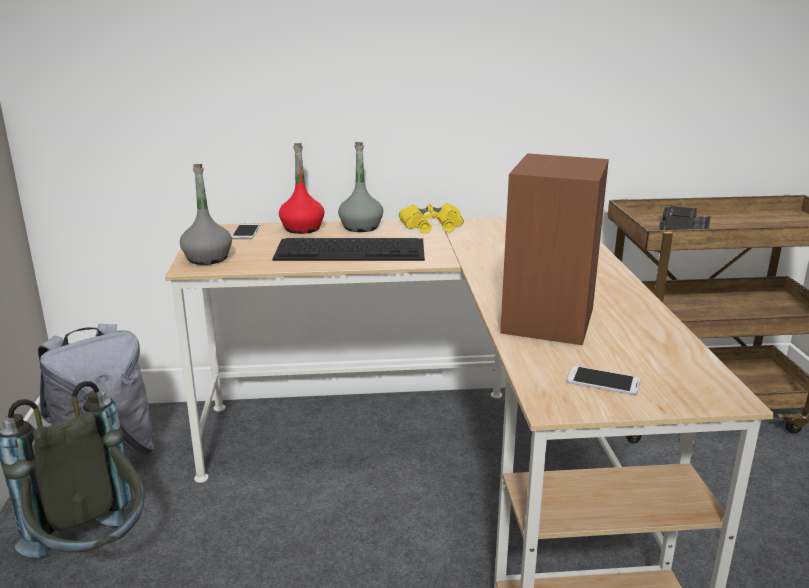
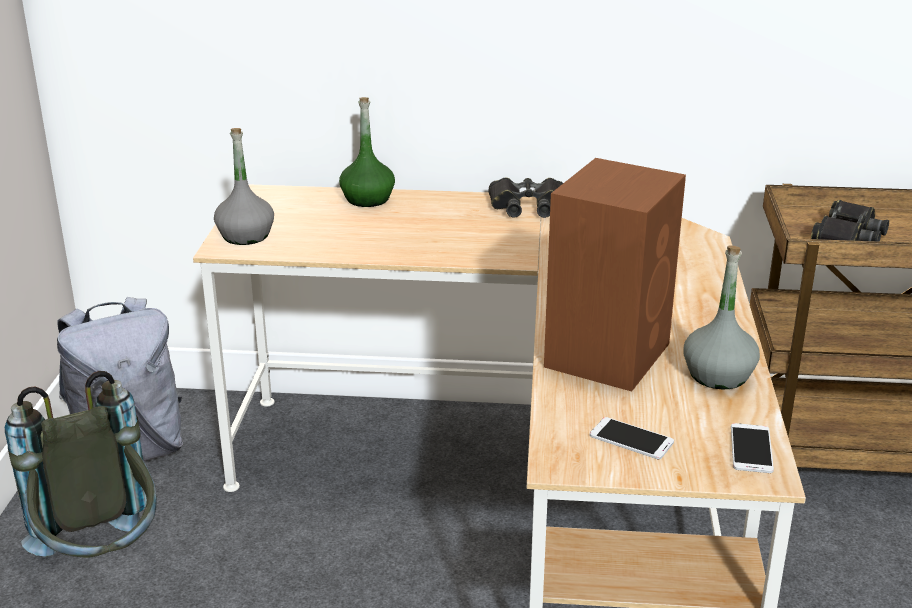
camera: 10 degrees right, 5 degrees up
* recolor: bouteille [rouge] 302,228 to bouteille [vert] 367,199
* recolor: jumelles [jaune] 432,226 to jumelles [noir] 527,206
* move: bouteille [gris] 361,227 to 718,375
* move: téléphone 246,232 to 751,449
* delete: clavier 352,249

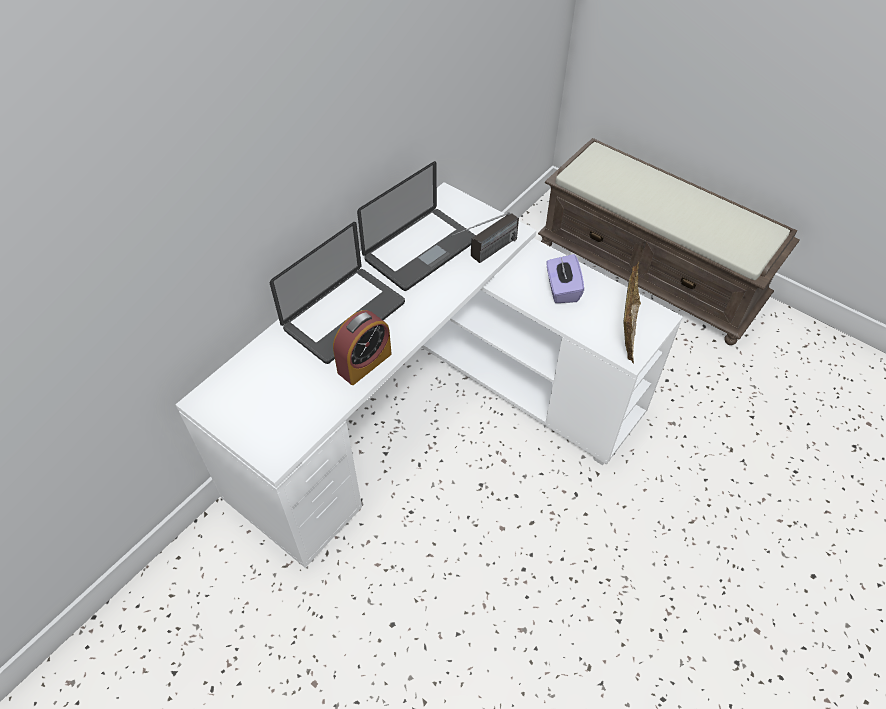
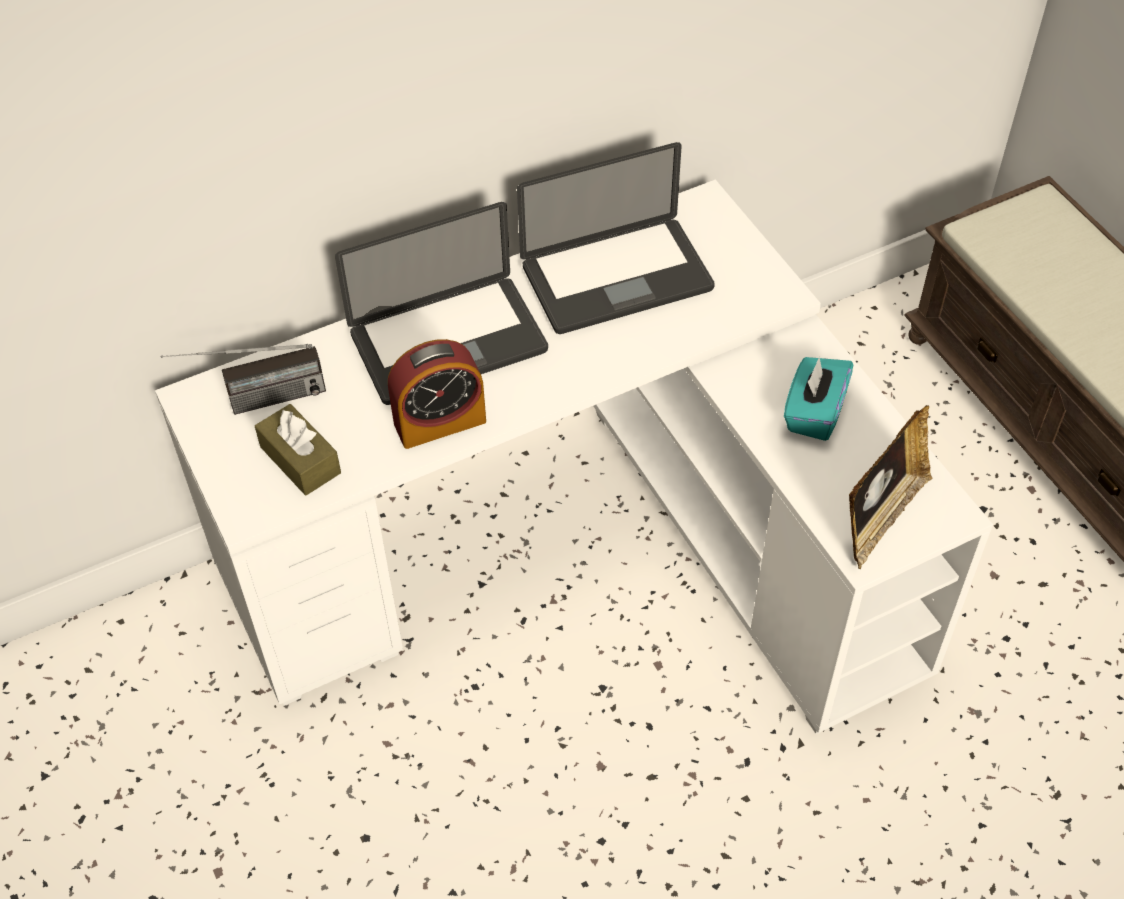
camera: 25 degrees right, 0 degrees up
* move: radio 484,255 to 253,403
* insert: boîte à mouchoirs [marron] 300,460
* recolor: boîte à mouchoirs [violet] 562,289 to boîte à mouchoirs [turquoise] 814,413

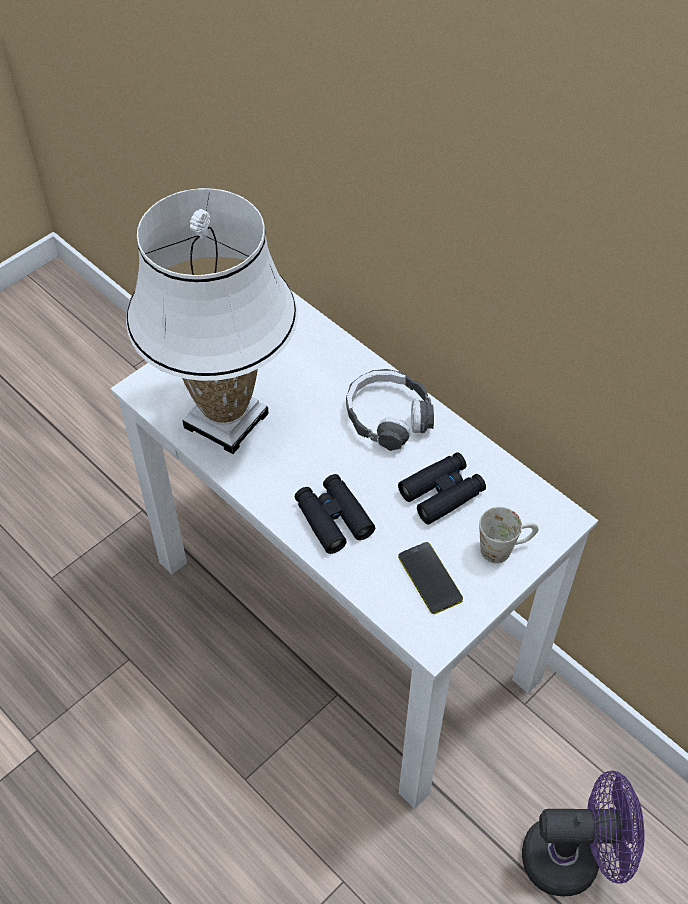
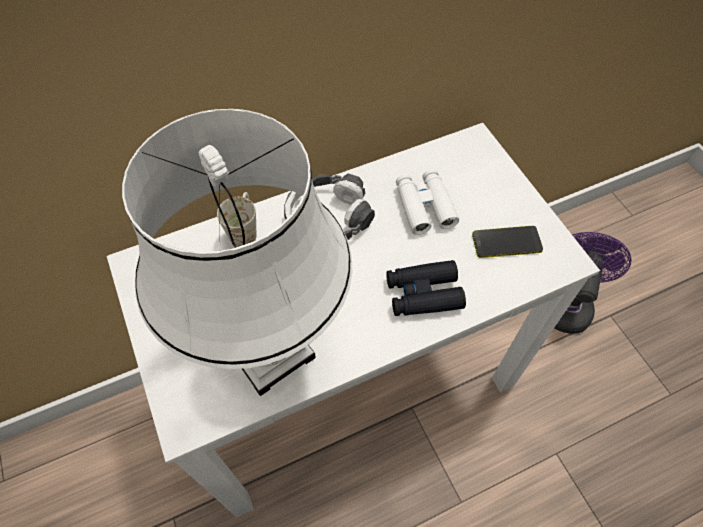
camera: 70 degrees left, 5 degrees up
* move: mug [blanc] 505,548 to 244,230
* recolor: jumelles [noir] 442,493 to jumelles [blanc] 424,206

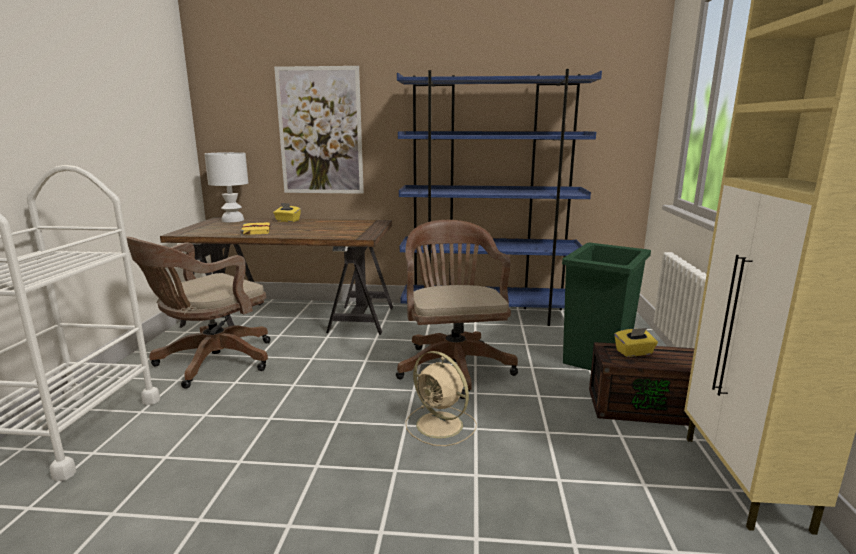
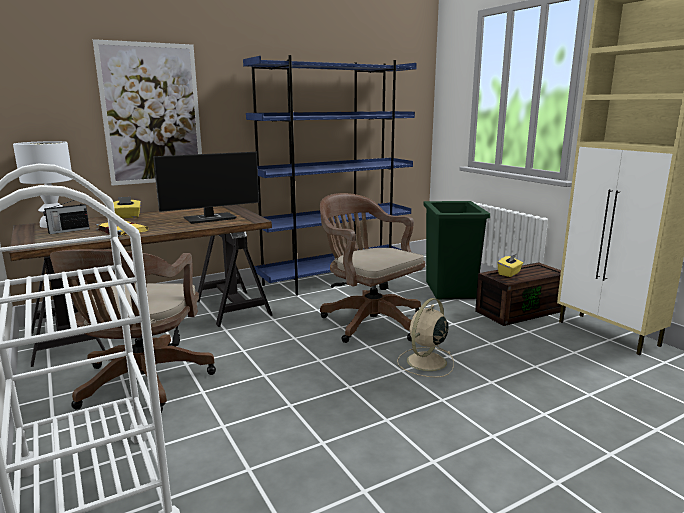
camera: 35 degrees left, 0 degrees up
* insert: radio 68,231
* insert: écran d'ordinateur 211,218
* rotate: ventilateur [beige] 441,426 = 425,362 120 degrees clockwise

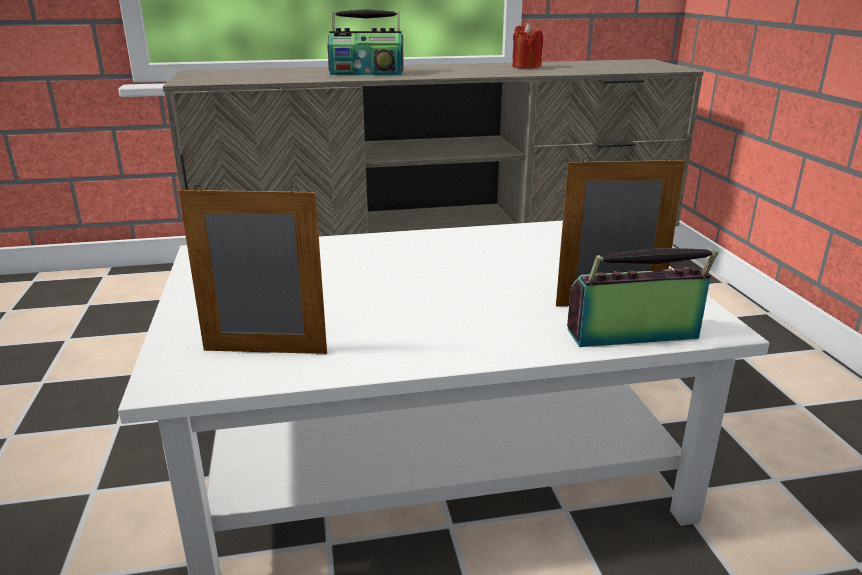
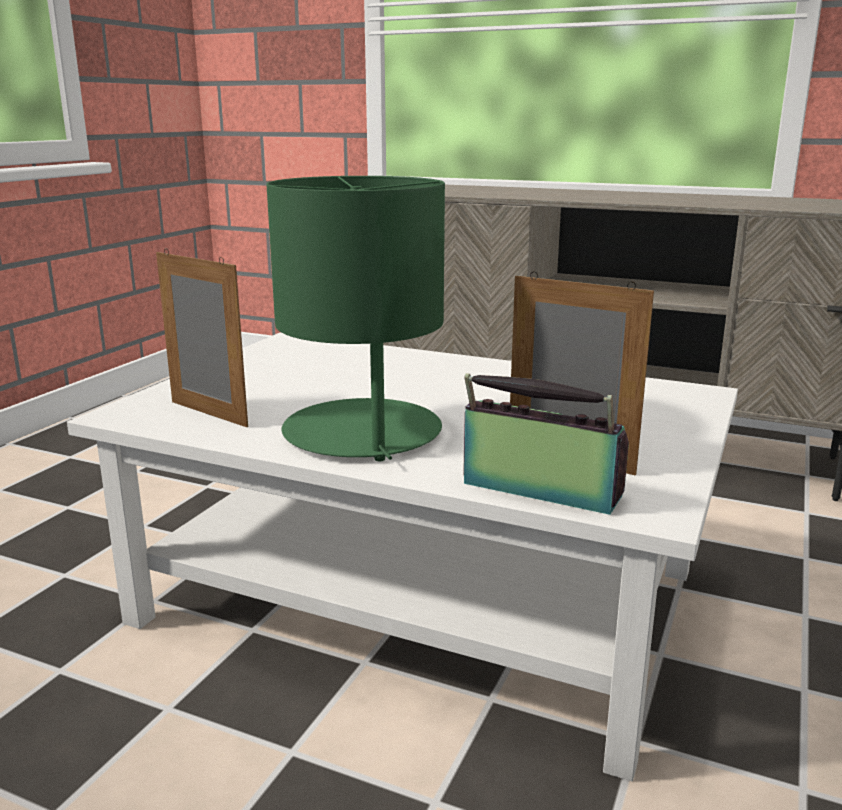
camera: 35 degrees right, 5 degrees down
* insert: lampe de table [vert] 362,433
* delete: radio 367,73
* delete: bougie [rouge] 526,67

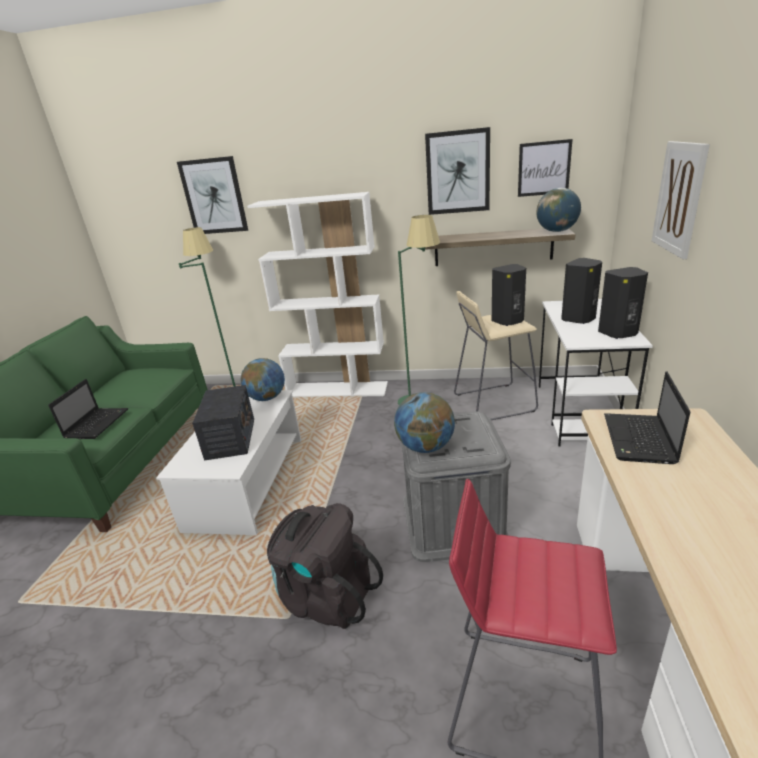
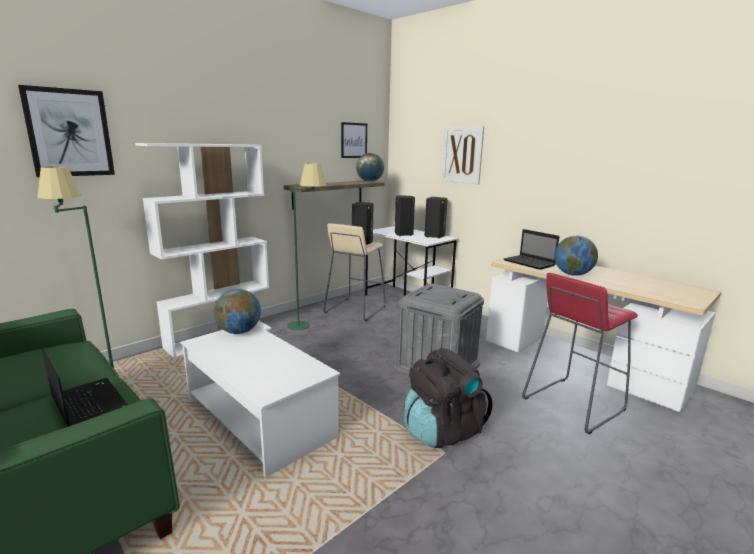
camera: 55 degrees left, 10 degrees down
* move: globe 425,447 to 572,274
* delete: radio 230,439
* delete: tableau 458,172

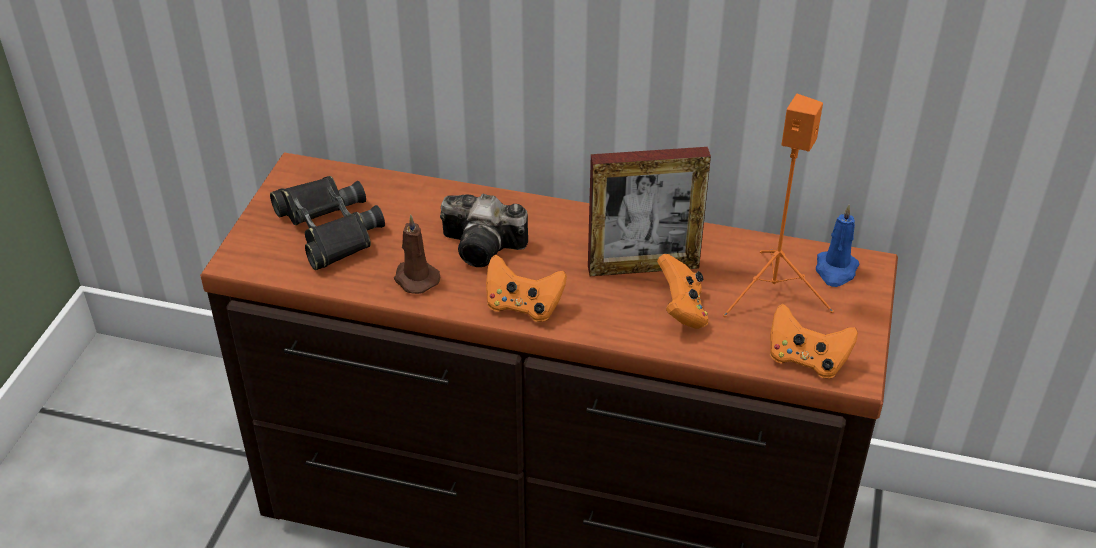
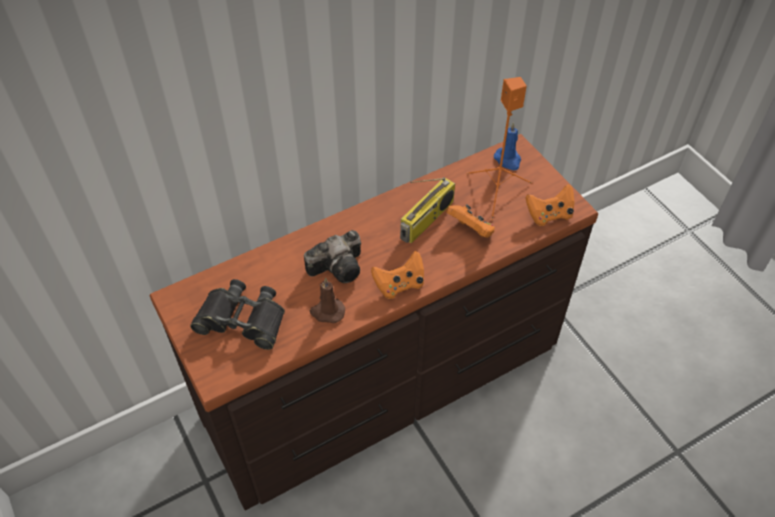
camera: 45 degrees left, 10 degrees up
* replace: cadre photo 643,267 to radio 427,220

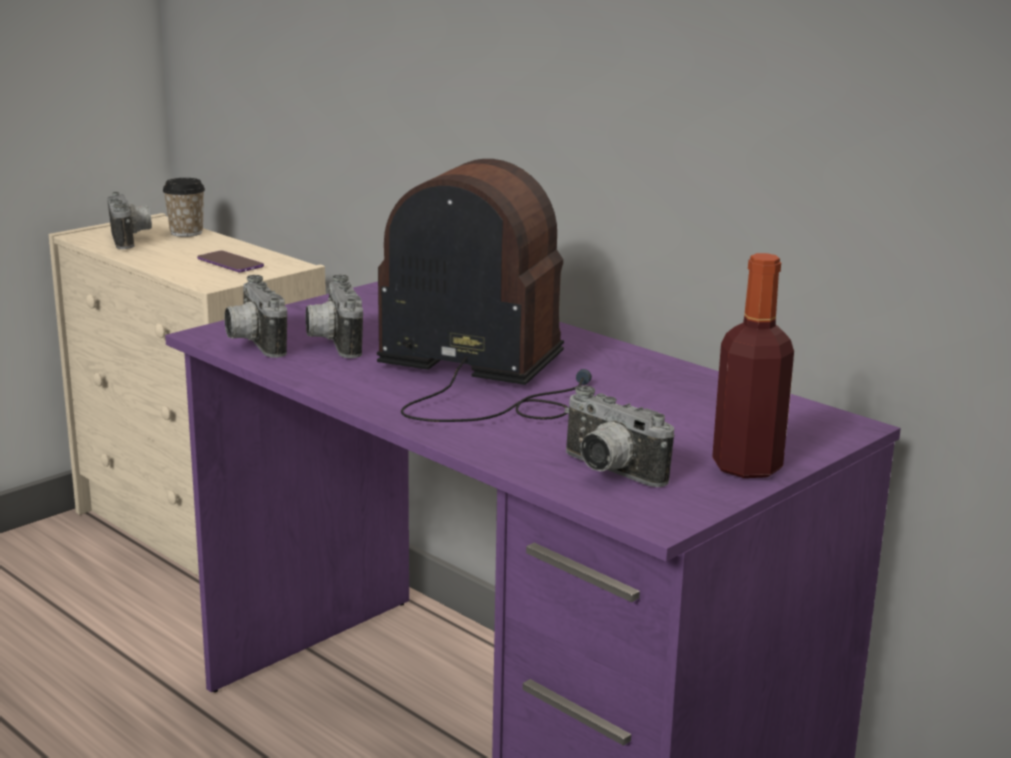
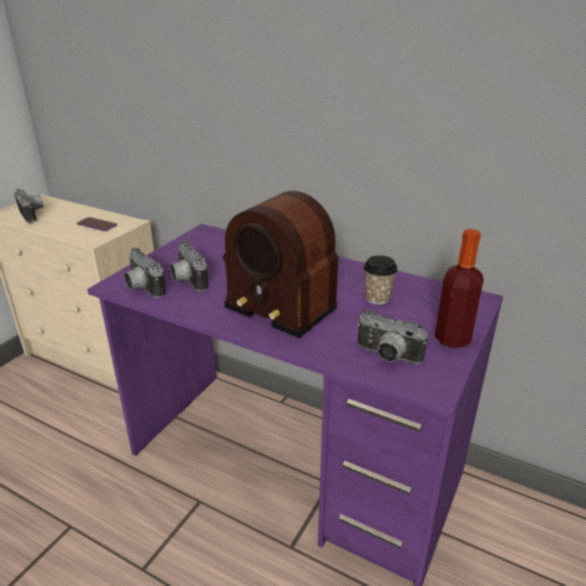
camera: 15 degrees left, 10 degrees up
* rotate: radio 482,378 = 281,295 150 degrees counterclockwise
* move: tasse 186,232 to 377,298

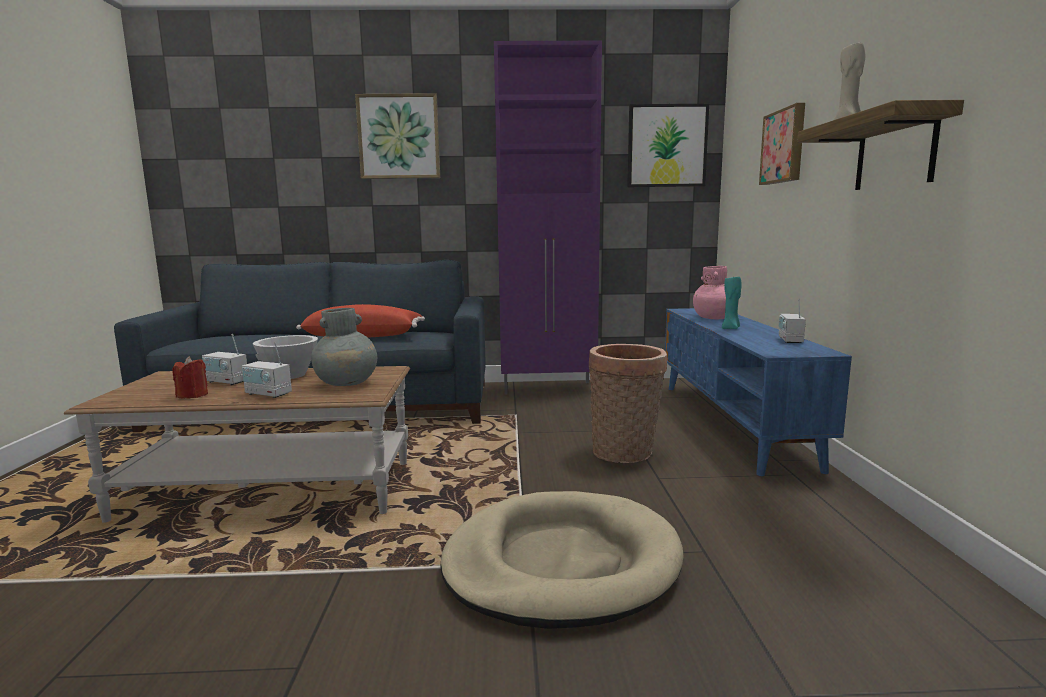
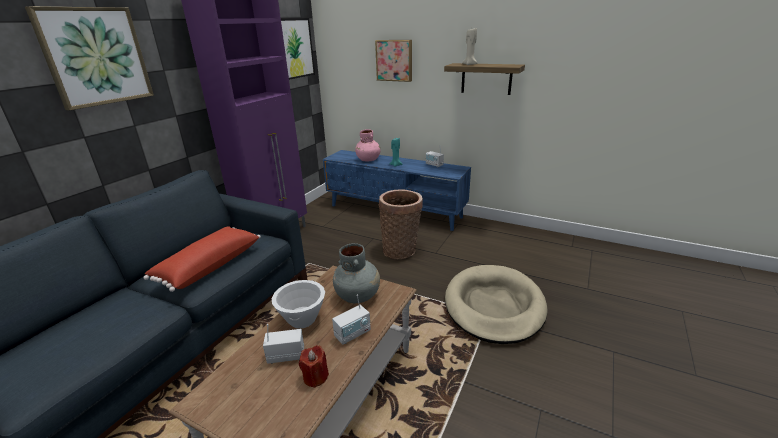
camera: 60 degrees left, 15 degrees up
* rotate: radio 226,382 = 286,355 150 degrees counterclockwise

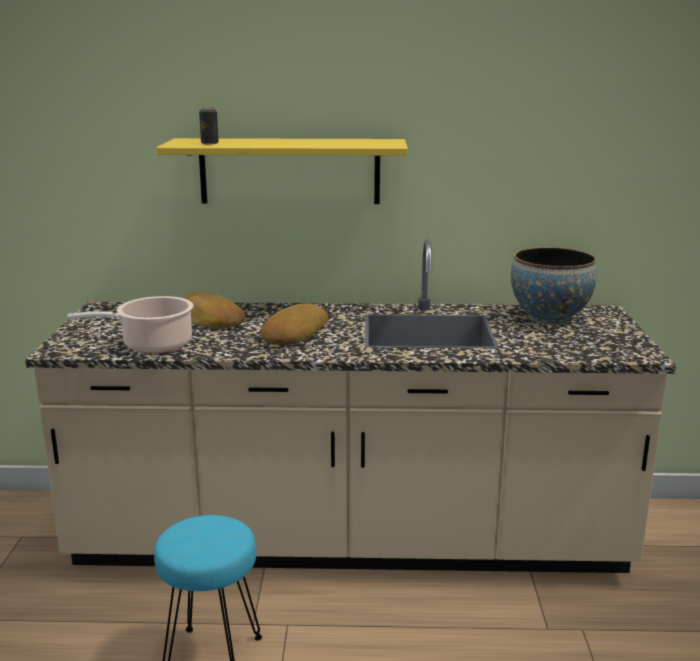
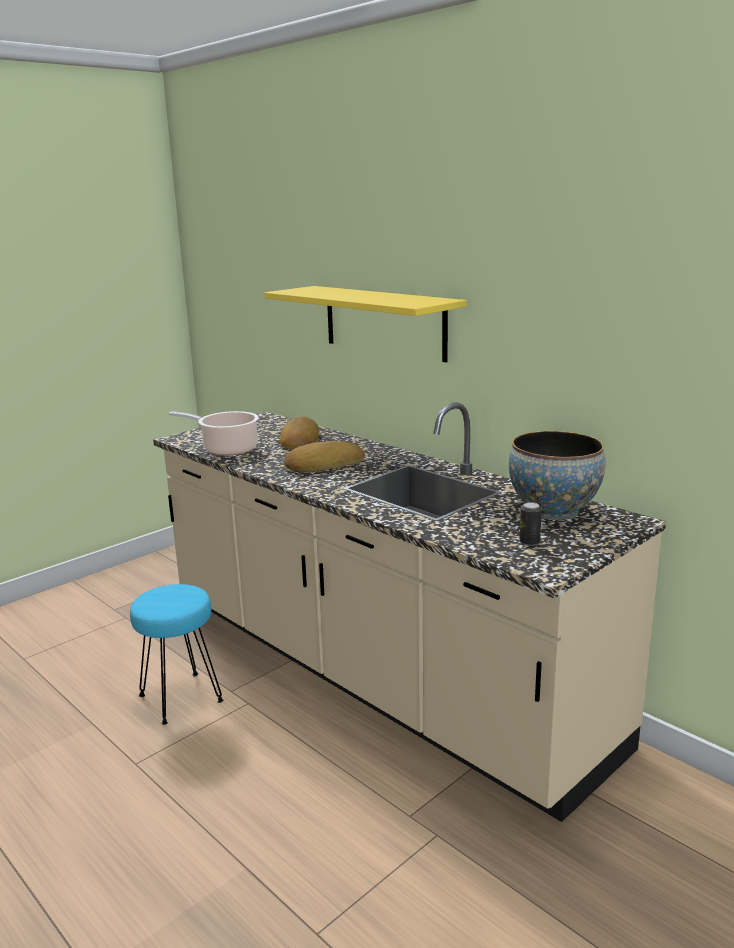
camera: 45 degrees right, 0 degrees up
* move: boîte métallique 209,143 to 529,542

